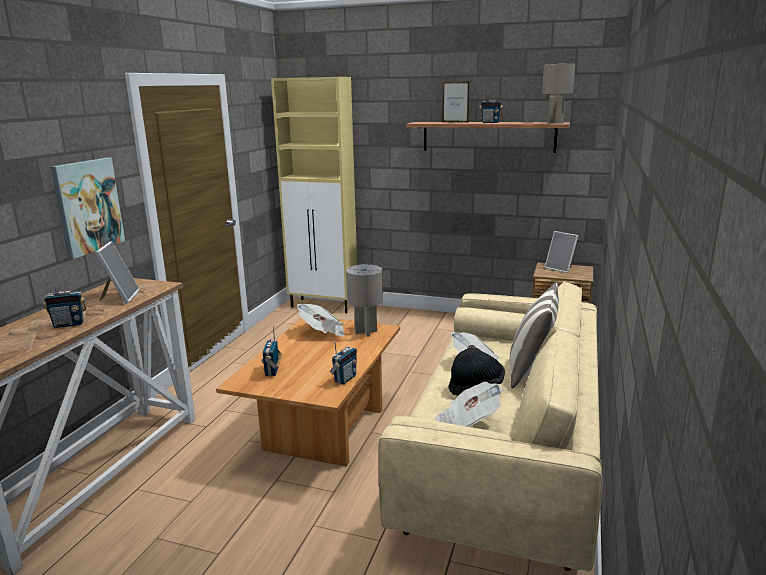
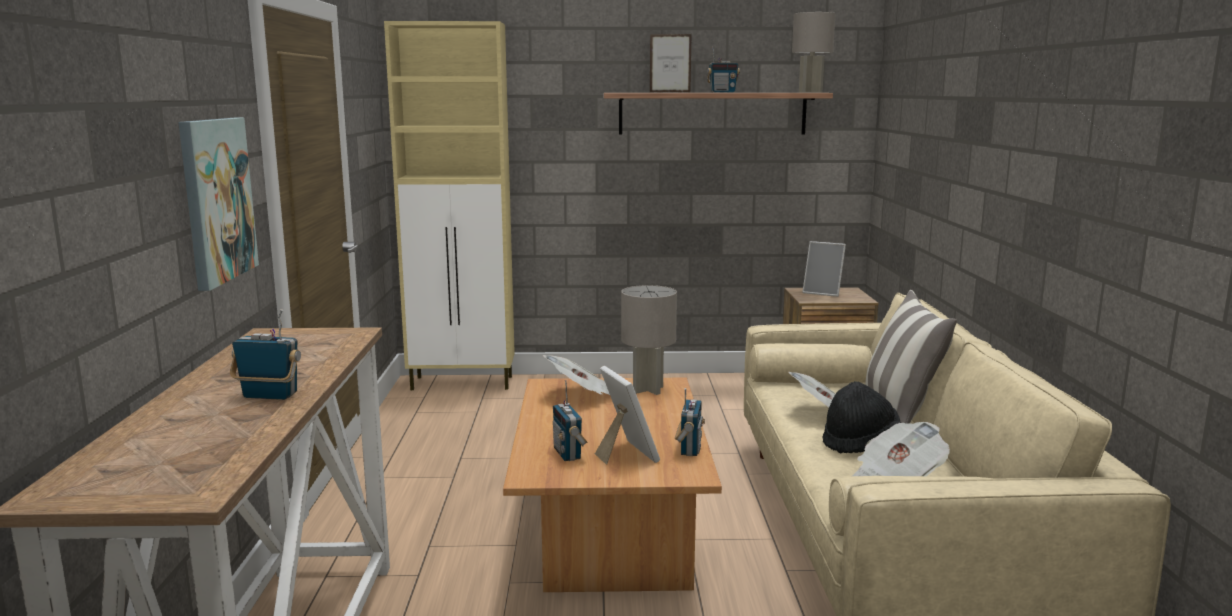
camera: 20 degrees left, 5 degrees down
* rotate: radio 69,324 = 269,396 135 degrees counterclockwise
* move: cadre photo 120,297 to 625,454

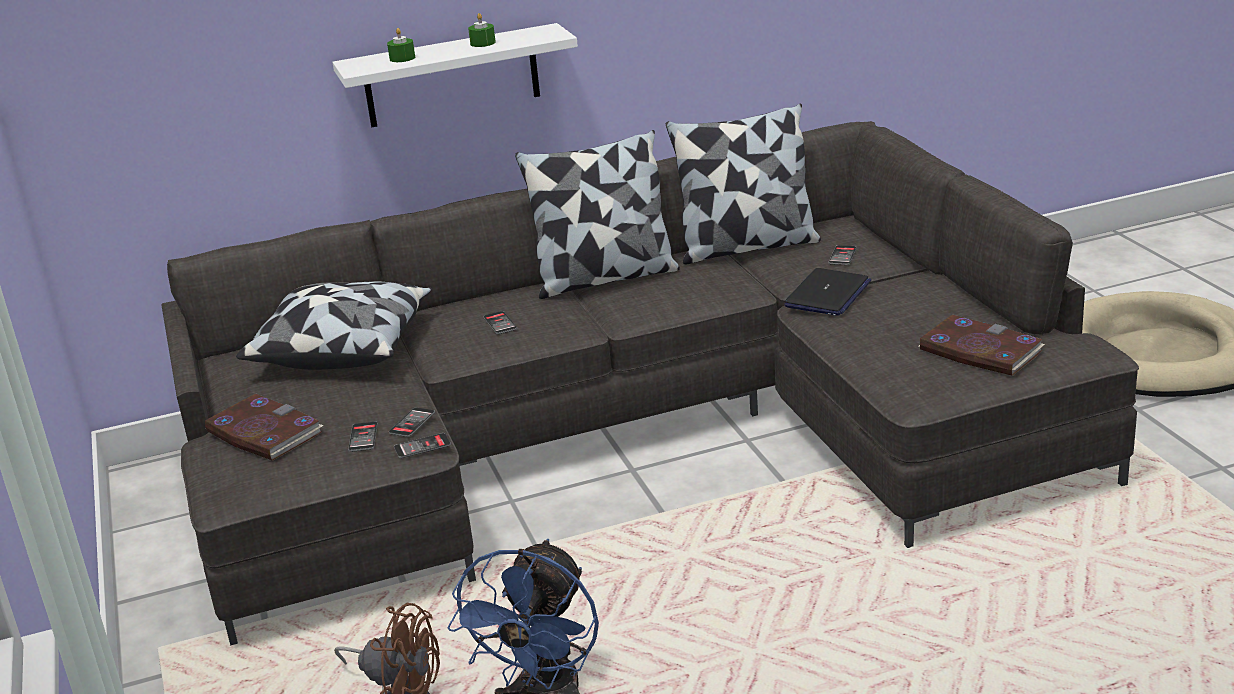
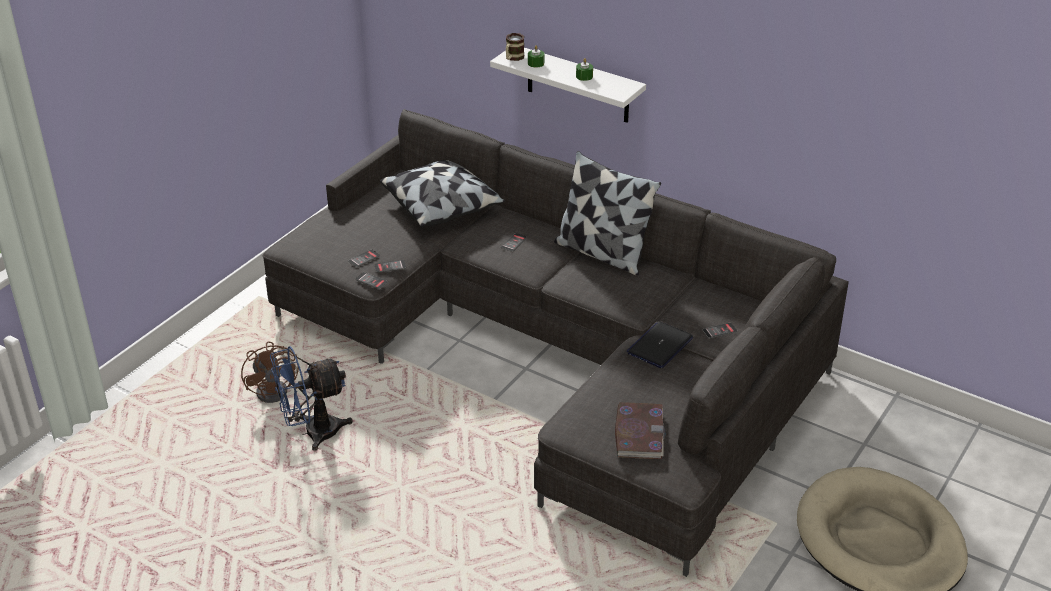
camera: 50 degrees right, 10 degrees up
* insert: mug 513,58
* rotate: ordinateur portable 827,294 = 660,346 135 degrees clockwise
* delete: livre 263,433
* delete: coussin 747,246

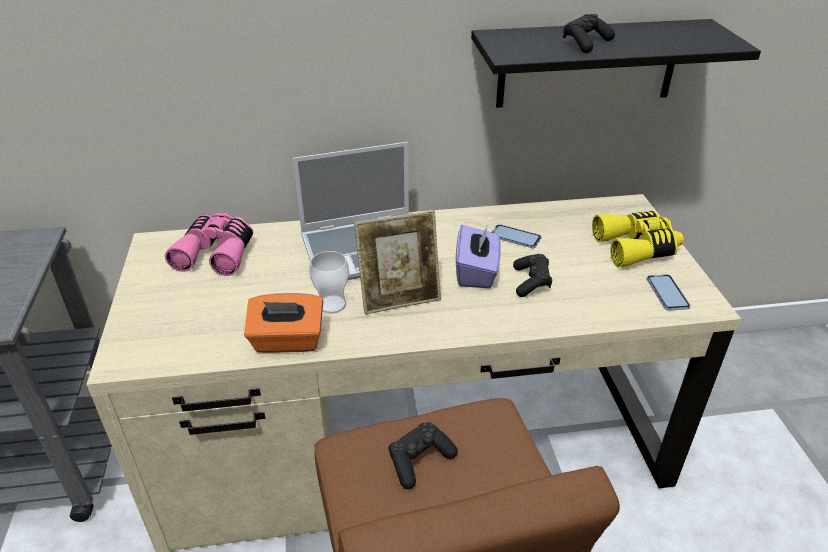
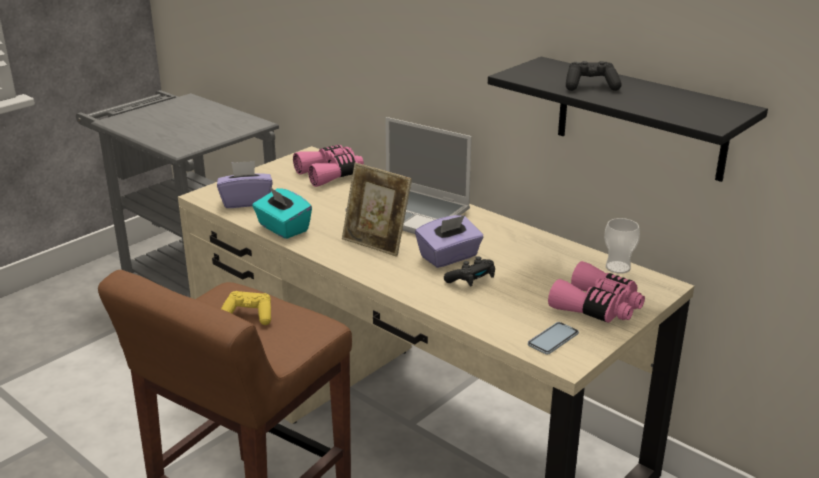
camera: 50 degrees right, 10 degrees down
* insert: boîte à mouchoirs [violet] 246,201
* recolor: manette [noir] 419,461 to manette [jaune] 249,316
* recolor: boîte à mouchoirs [orange] 287,341 to boîte à mouchoirs [turquoise] 282,228
* recolor: jumelles [jaune] 637,247 to jumelles [rose] 598,307
* move: tasse 332,304 to 618,267
* delete: téléphone 515,237

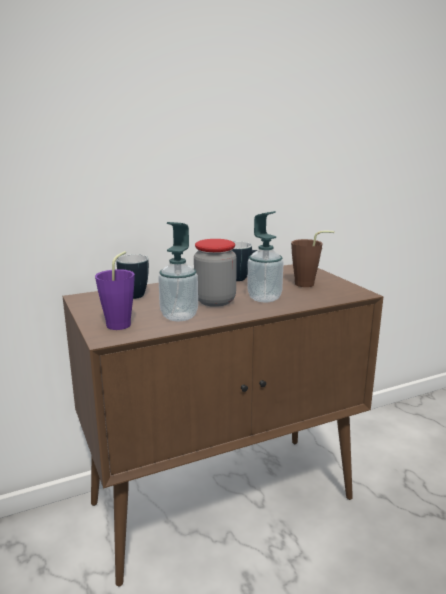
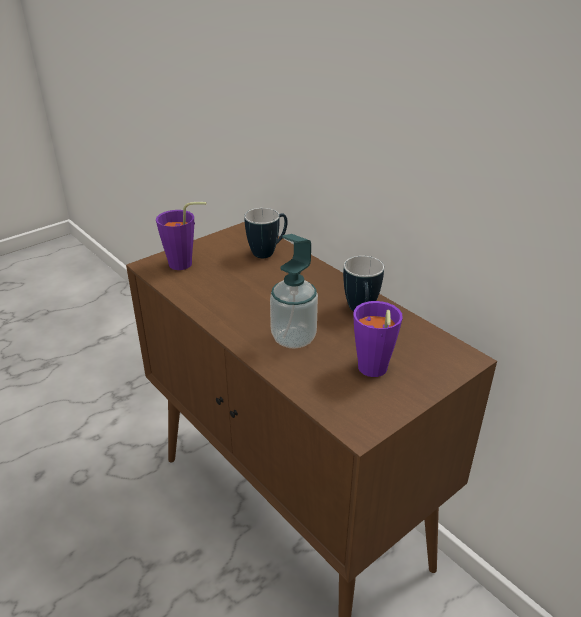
camera: 75 degrees right, 15 degrees up
* recolor: tasse [marron] 309,284 to tasse [violet] 372,372
* delete: distributeur de savon 179,316
* delete: bocal 215,301

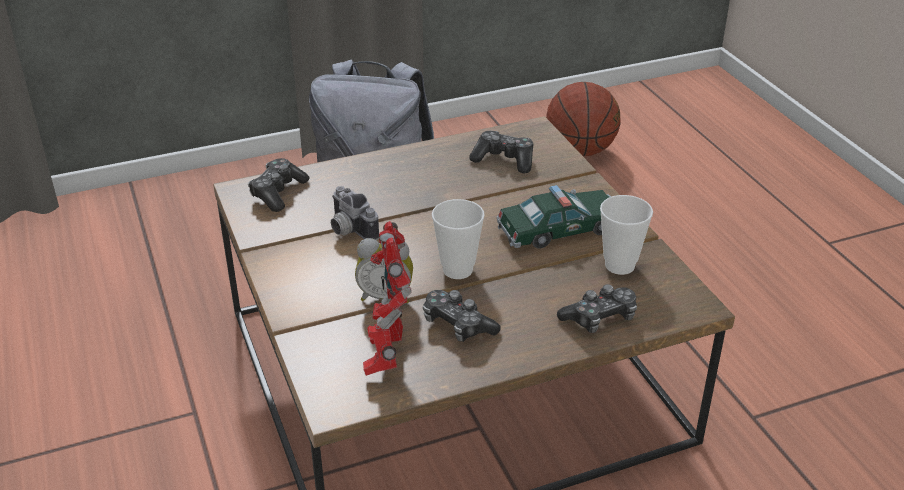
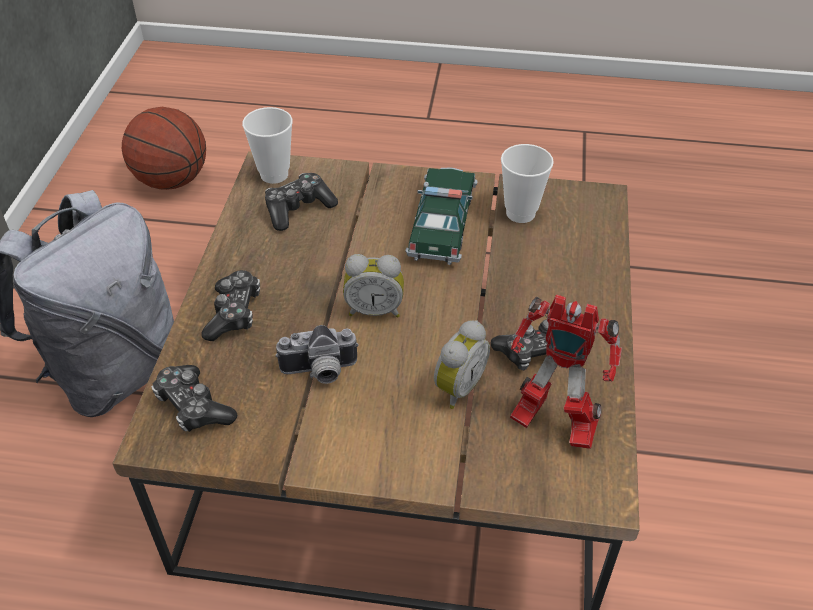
camera: 60 degrees left, 10 degrees up
* move: manette 600,318 to 234,313
* move: tasse 457,270 to 274,174
* insert: réveil 374,309

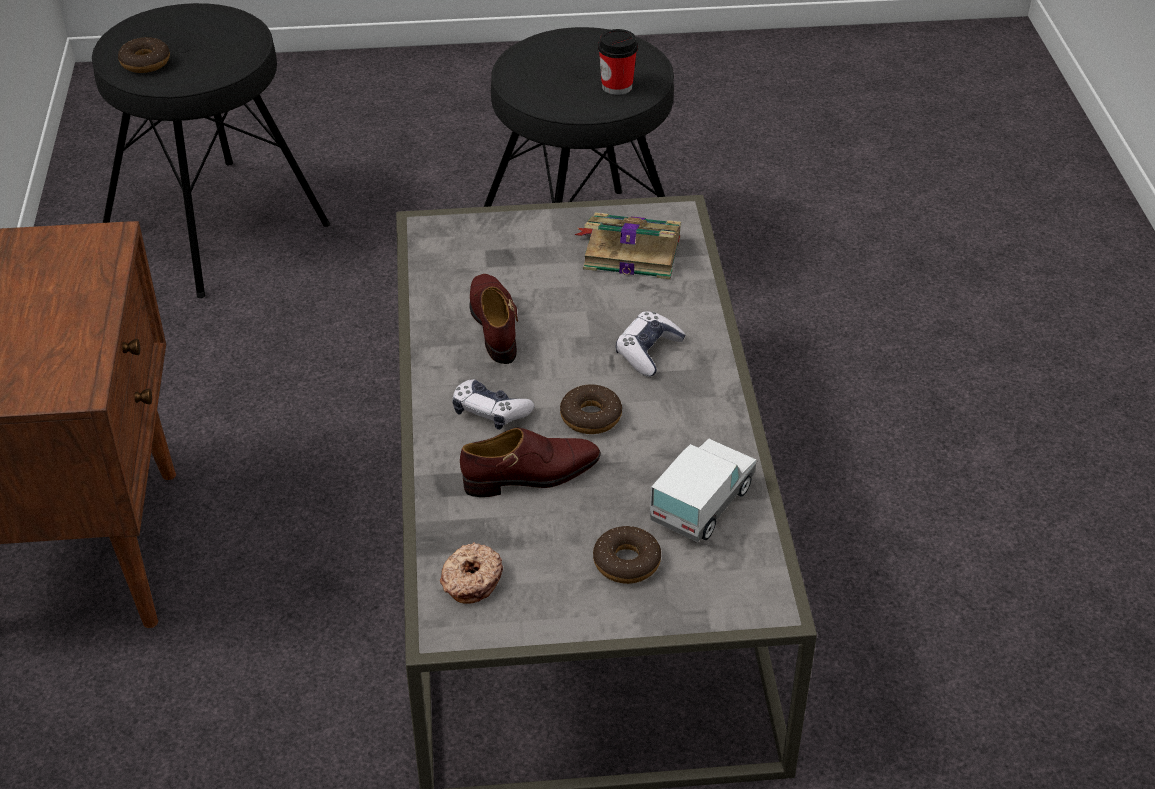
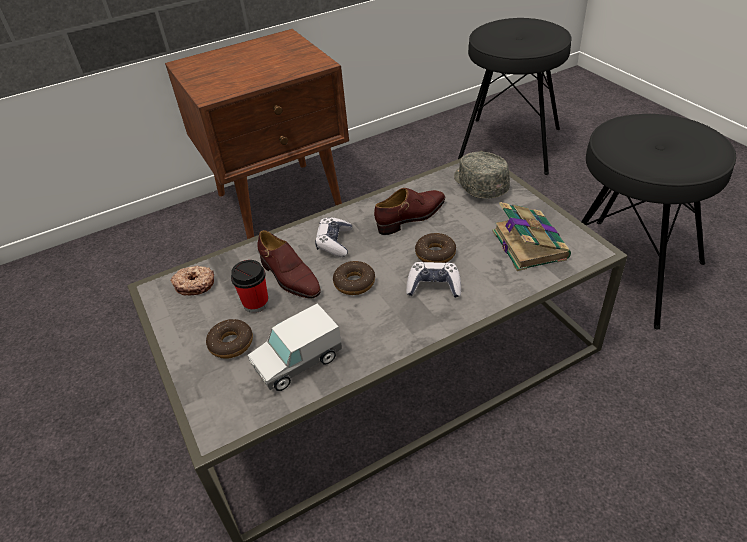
camera: 70 degrees right, 0 degrees up
* move: tasse 617,86 to 256,303
* rotate: camion jouet 702,505 = 298,362 135 degrees clockwise
* move: beignet 145,62 to 435,254
* insert: casquette [gris] 479,184

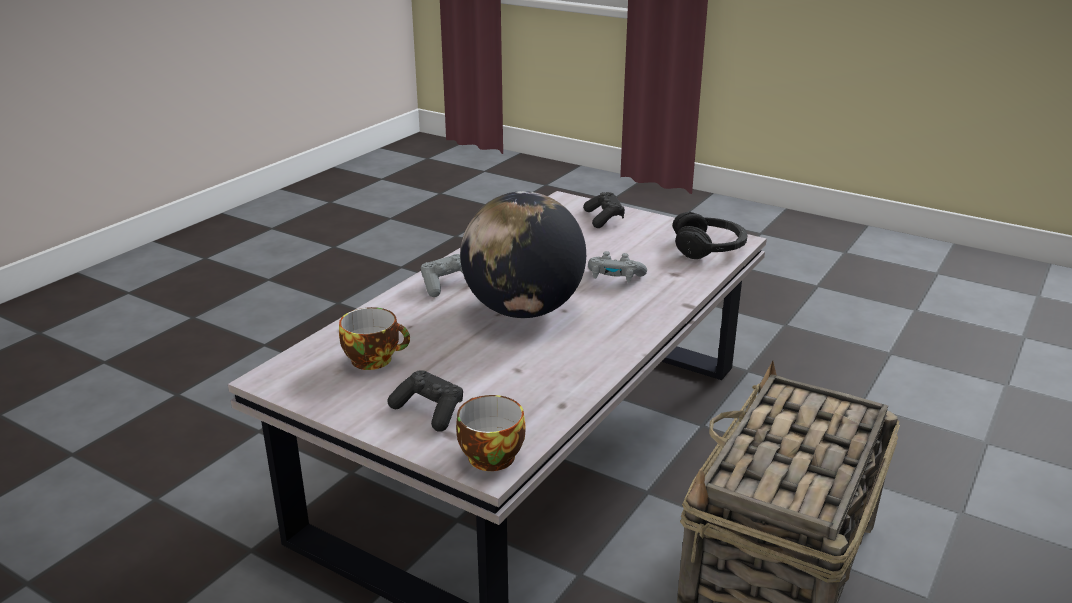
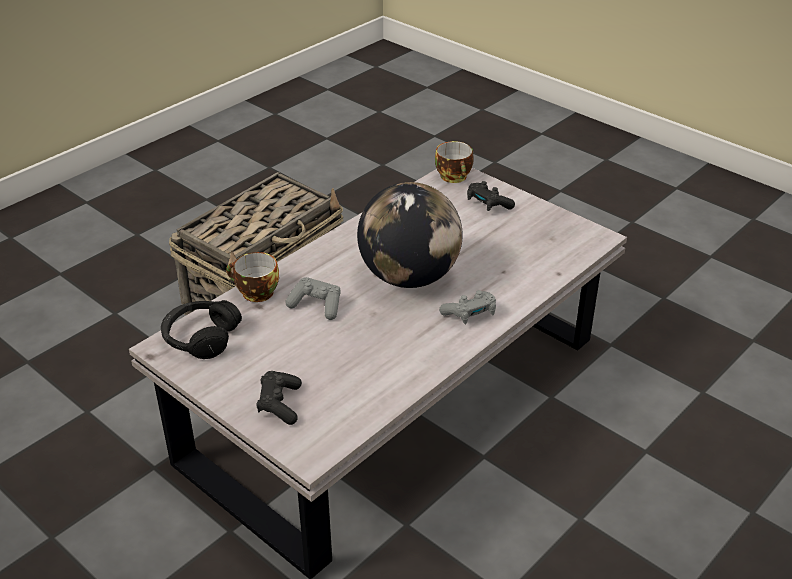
camera: 170 degrees left, 10 degrees up
* move: tasse 375,359 to 255,293

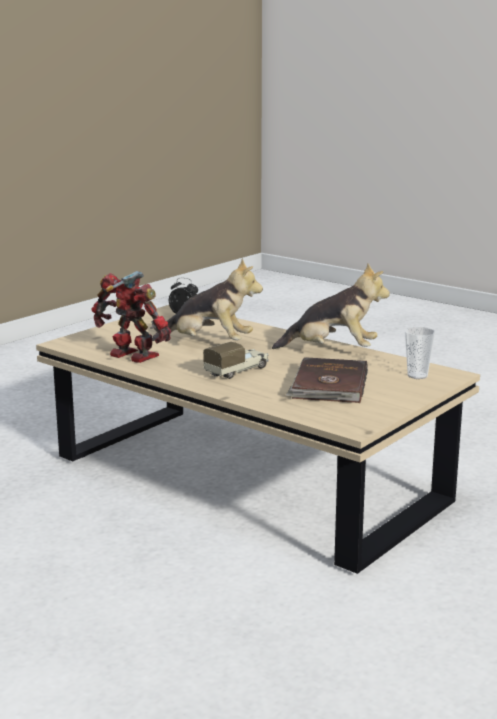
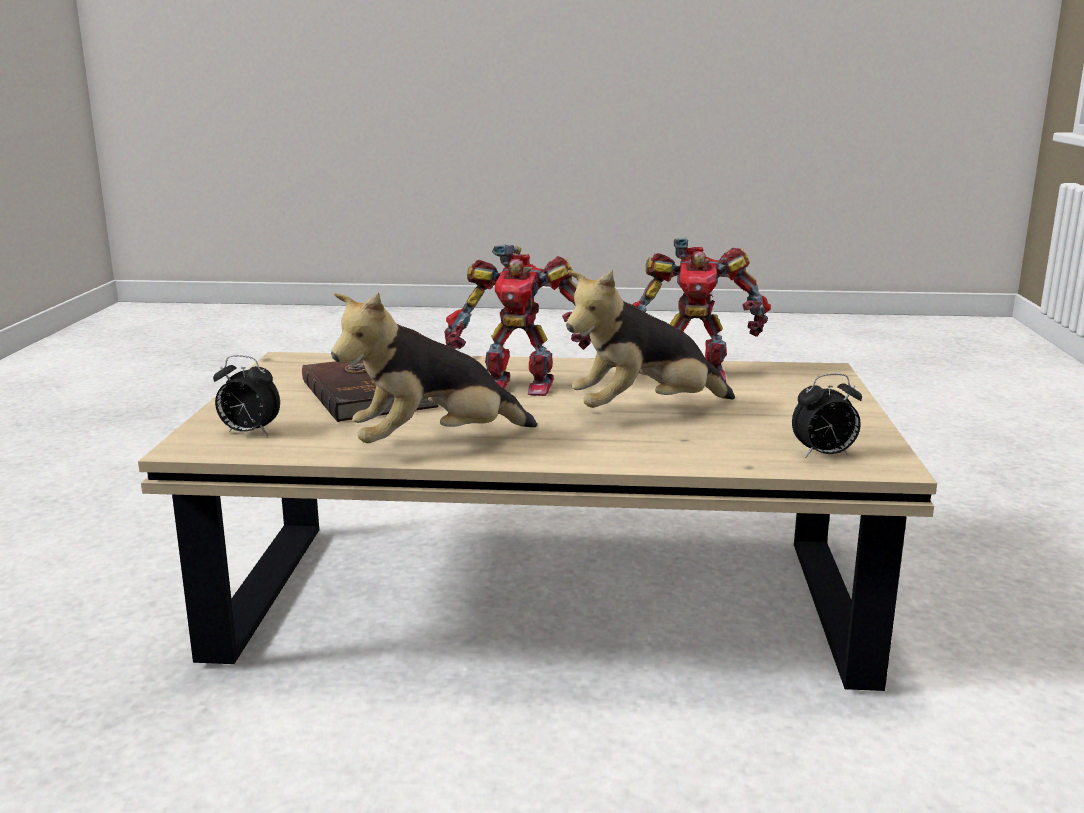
camera: 145 degrees right, 0 degrees up
* replace: tasse 417,376 to réveil 248,433
* replace: camion jouet 237,371 to robot jouet 519,385

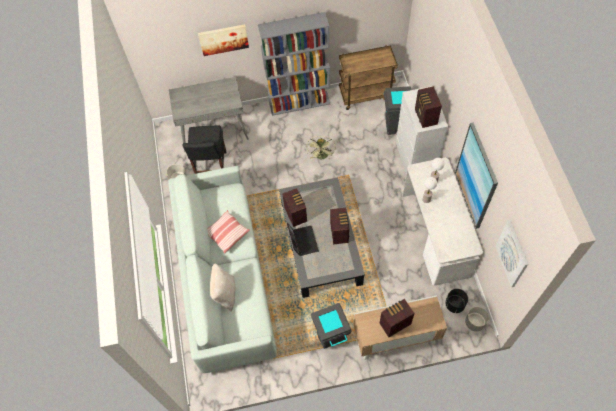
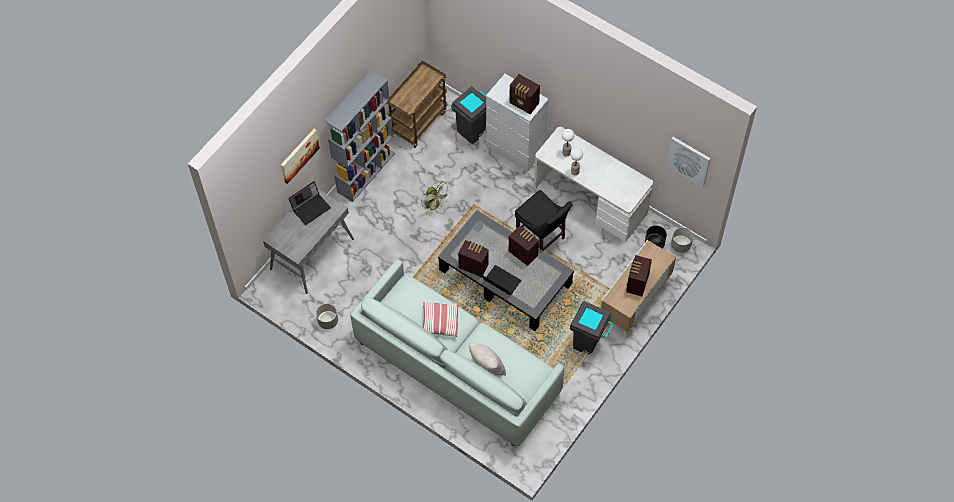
camera: 45 degrees left, 0 degrees up
* insert: ordinateur portable 311,208
* move: chaise [noir] 211,167 to 542,239
* delete: tableau 476,177

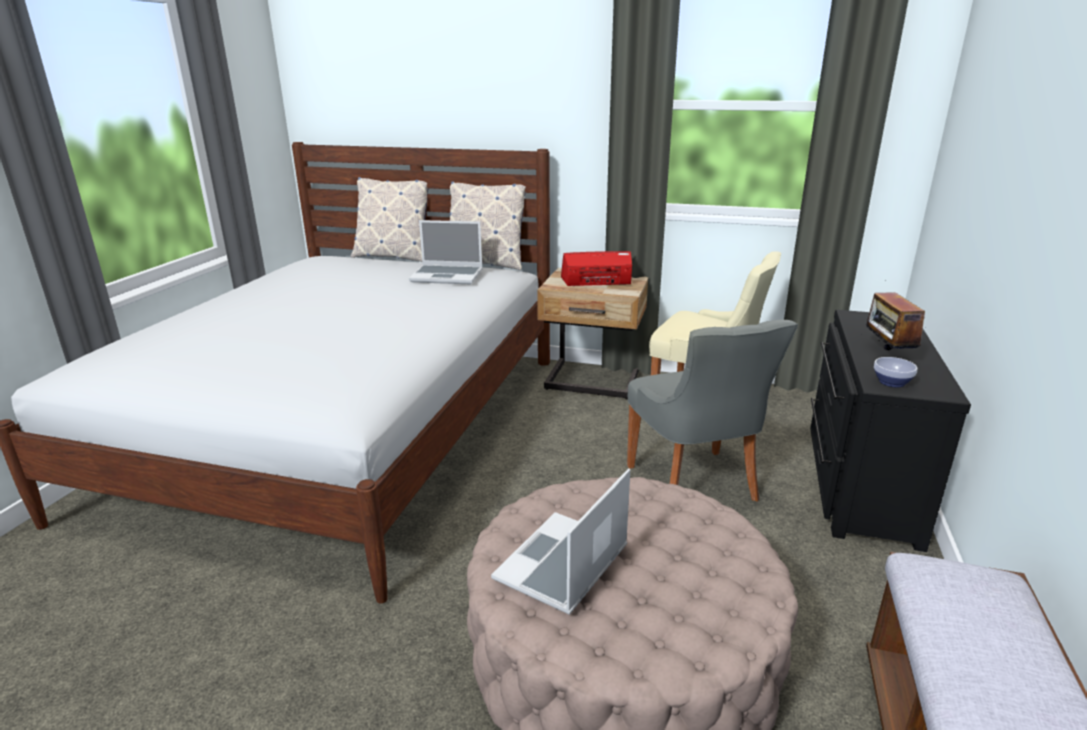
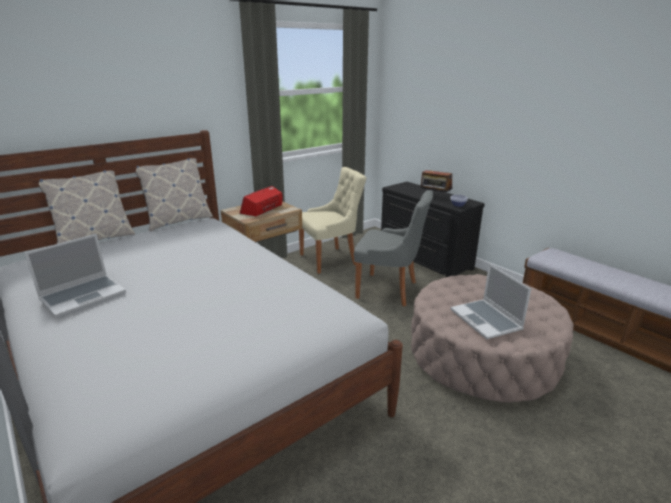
camera: 55 degrees left, 0 degrees up
* move: ordinateur portable 448,276 to 84,296

